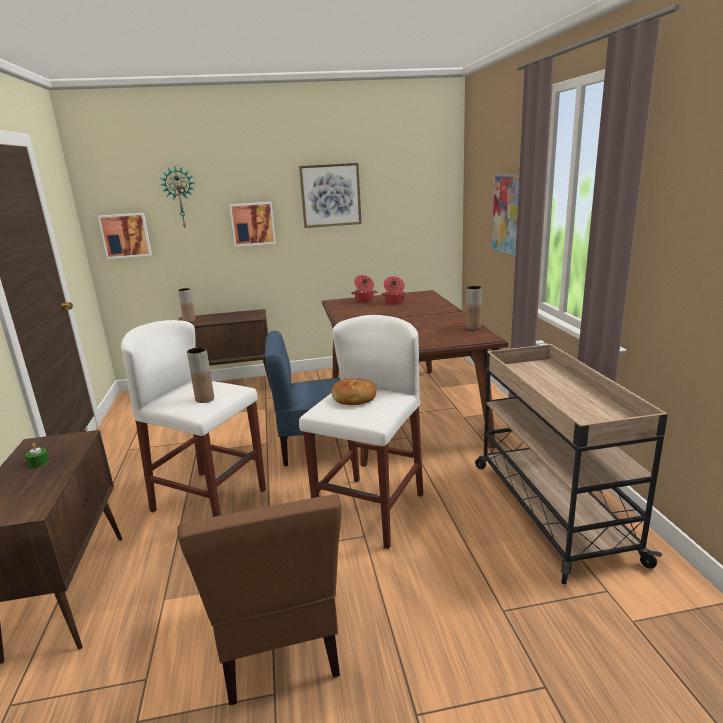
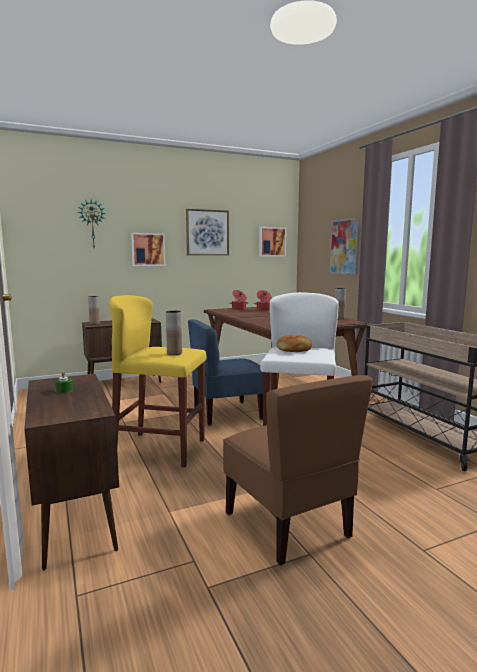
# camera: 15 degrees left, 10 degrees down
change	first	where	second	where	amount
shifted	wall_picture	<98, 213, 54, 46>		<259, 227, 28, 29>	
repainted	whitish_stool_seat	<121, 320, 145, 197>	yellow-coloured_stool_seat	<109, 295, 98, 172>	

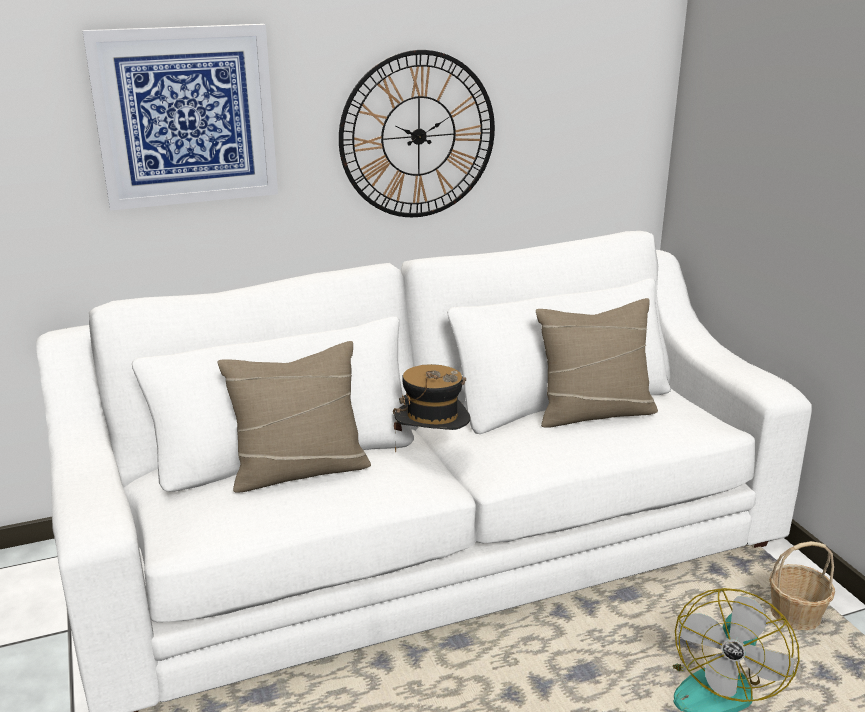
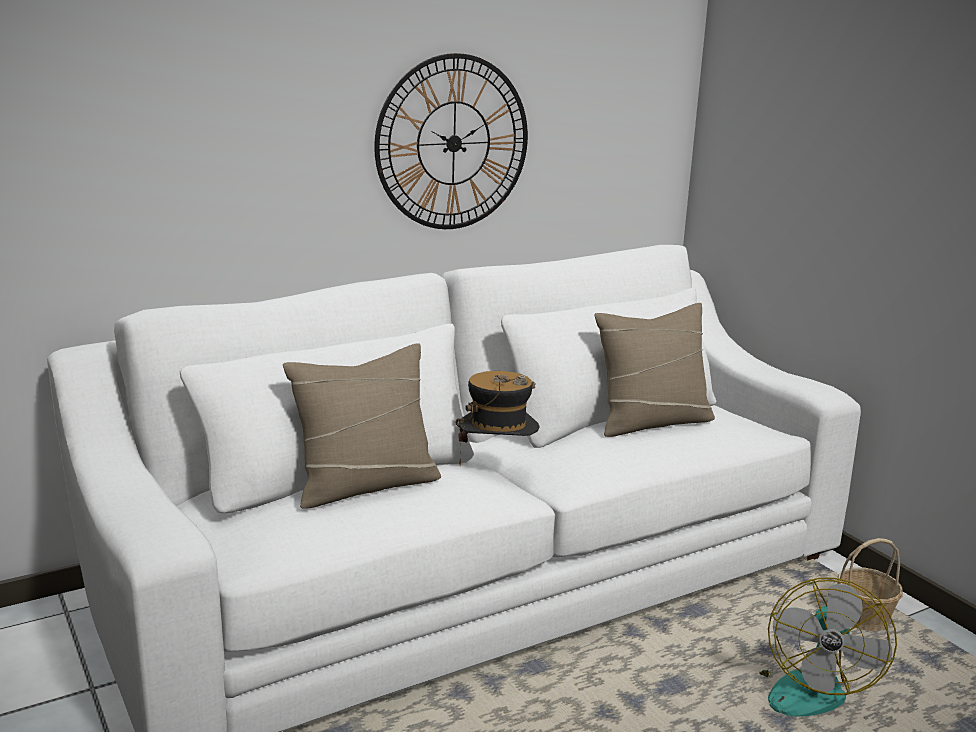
# camera: 10 degrees left, 5 degrees down
change	first	where	second	where	amount
gone	wall_picture	<82, 24, 196, 186>			

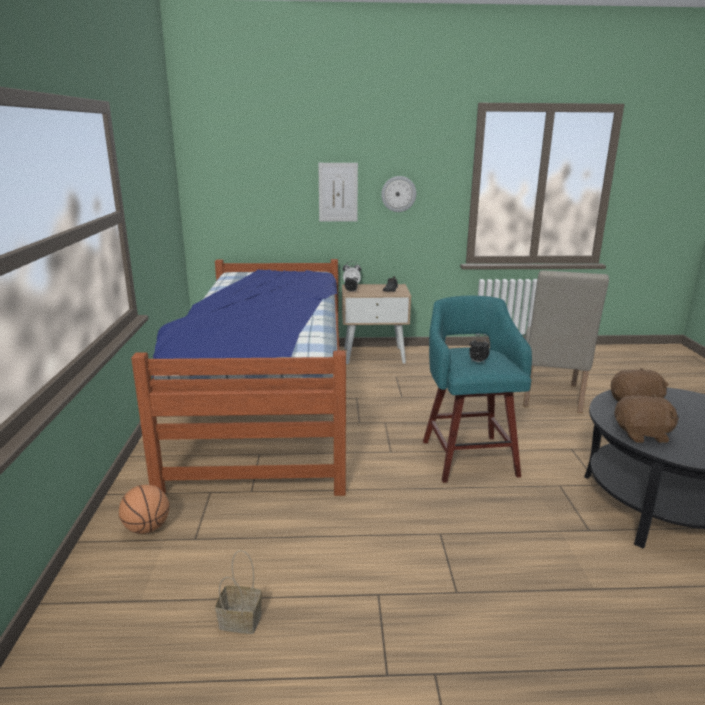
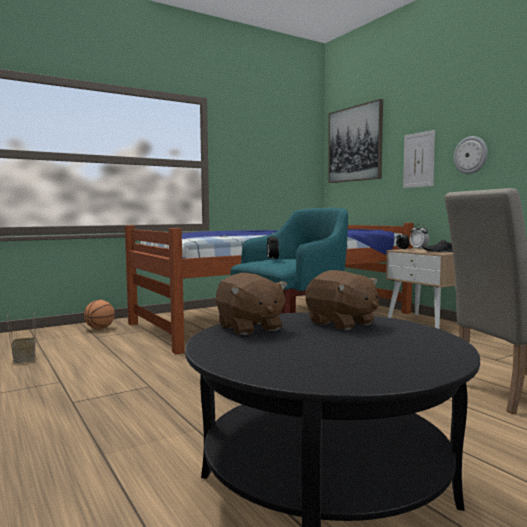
# camera: 60 degrees right, 15 degrees down
change	first	where	second	where	amount
new			wall_picture	<328, 99, 55, 84>	

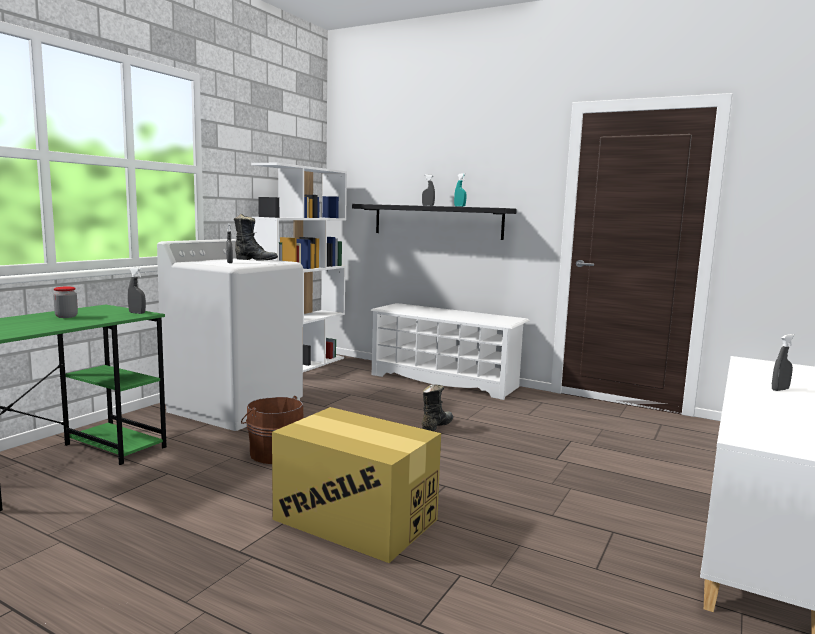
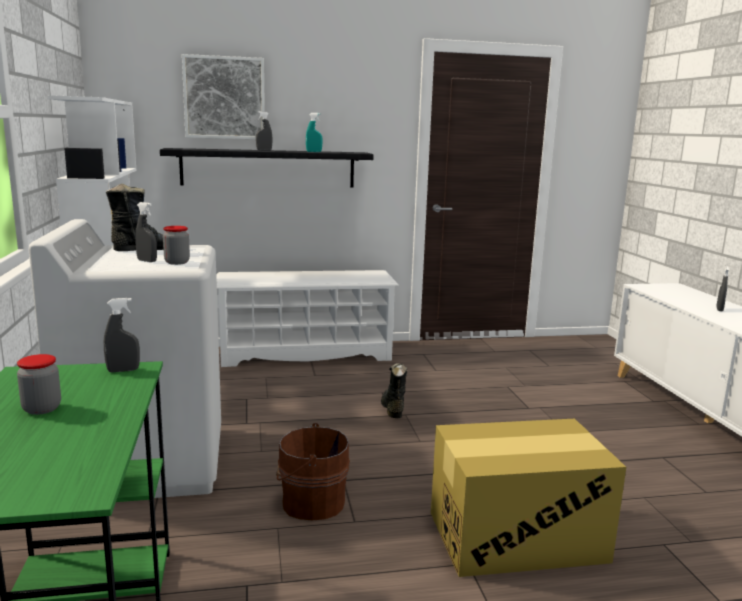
# camera: 40 degrees left, 5 degrees up
change	first	where	second	where	amount
new			wall_picture	<182, 54, 83, 85>	
new			preserve_jar	<163, 226, 27, 39>	

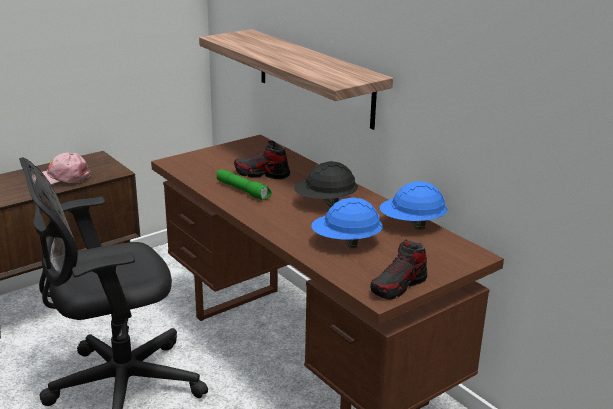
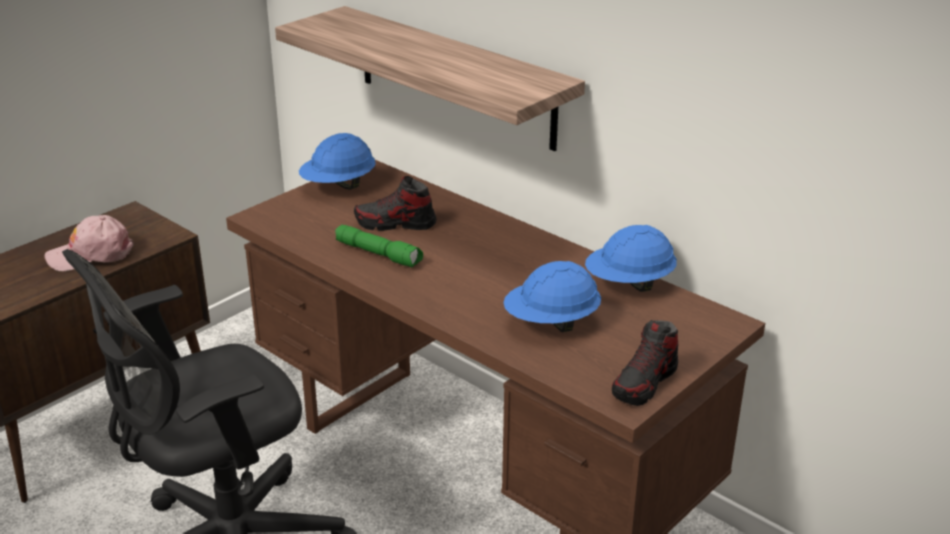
# camera: 10 degrees left, 5 degrees up
change	first	where	second	where	amount
gone	black_work_helmet	<294, 161, 64, 46>			
new			blue_work_helmet	<299, 133, 77, 57>	

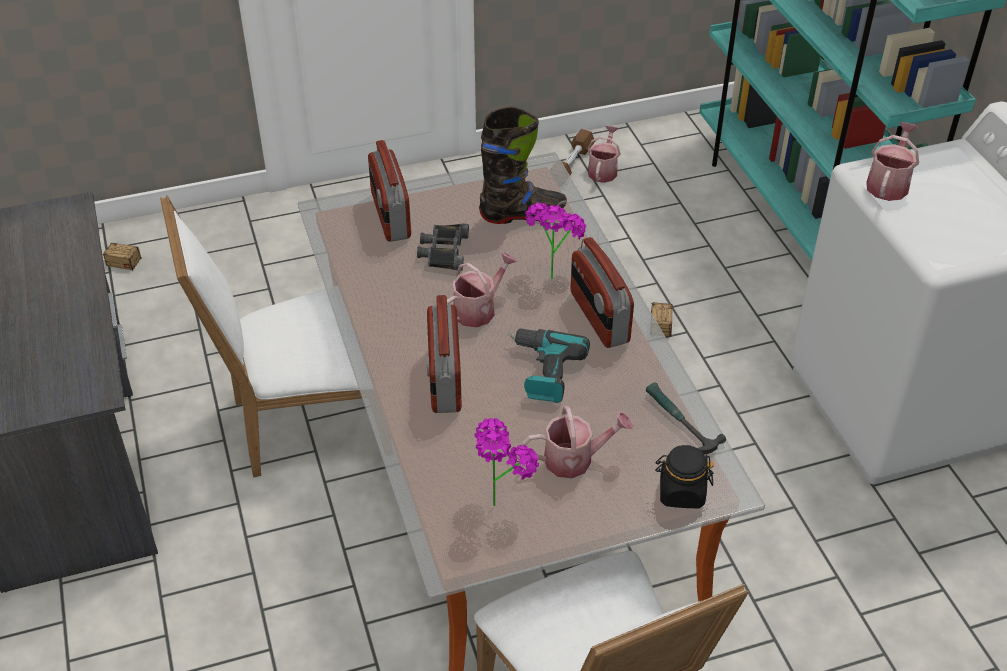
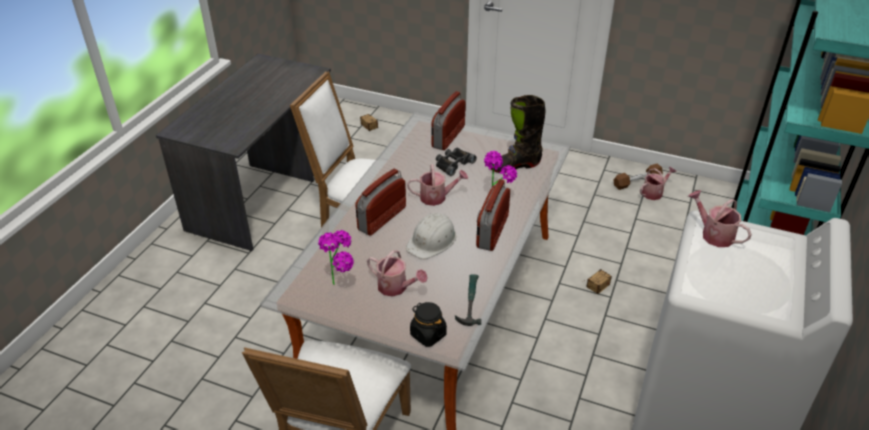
# camera: 40 degrees right, 5 degrees down
change	first	where	second	where	amount
rotated	black_tall_boot	<479, 106, 88, 118>		<488, 95, 58, 78>	135 degrees clockwise
rotated	watering_can	<866, 122, 53, 79>		<688, 190, 64, 57>	105 degrees counterclockwise
swapped	electric_drill	<508, 328, 82, 75>	whitish_work_helmet	<406, 213, 50, 46>	

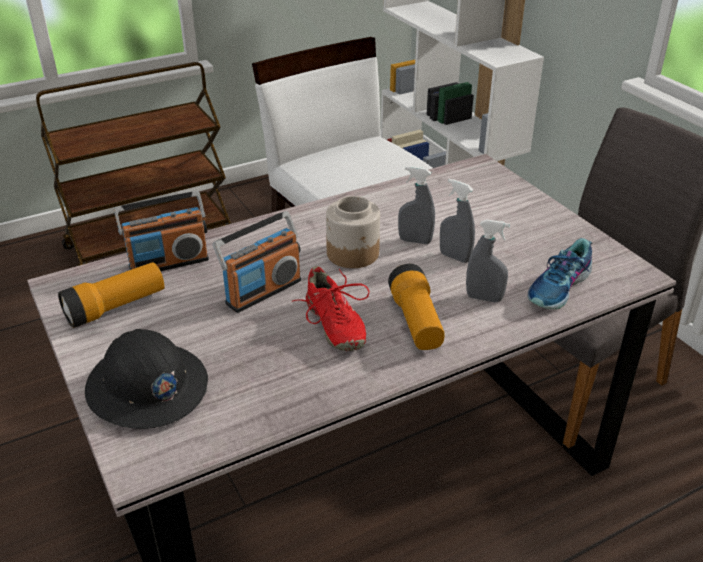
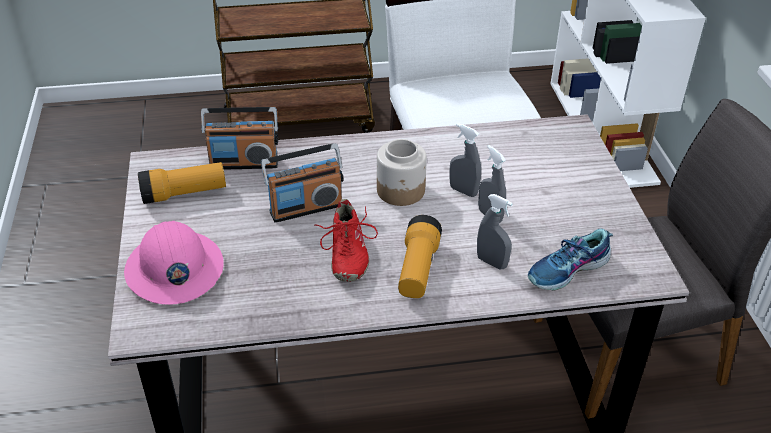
# camera: 20 degrees right, 5 degrees up
change	first	where	second	where	amount
repainted	black_work_helmet	<85, 329, 123, 100>	pink_work_helmet	<124, 221, 100, 84>	

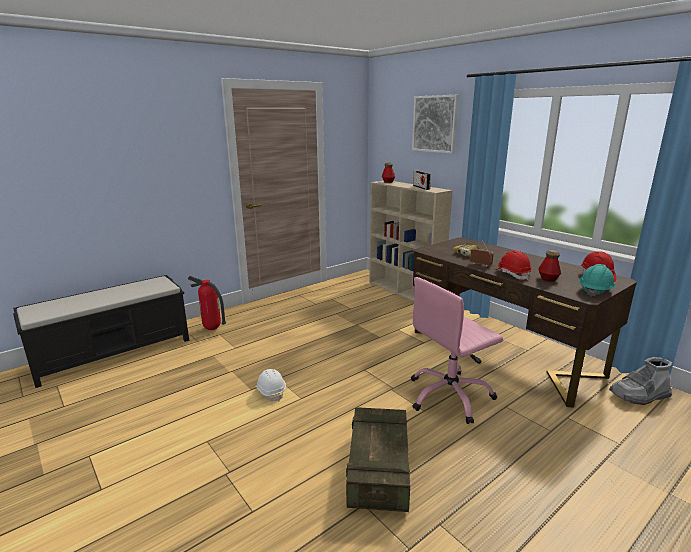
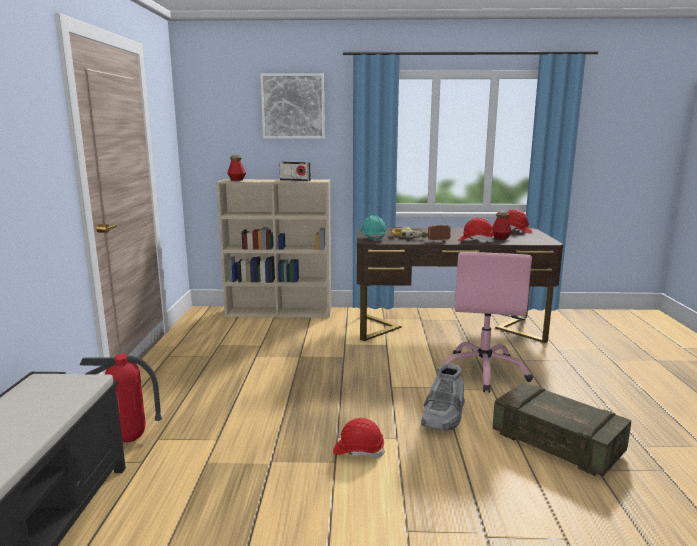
# camera: 50 degrees left, 5 degrees down
change	first	where	second	where	amount
shifted	turquoise-coloured_work_helmet	<579, 264, 36, 33>		<360, 215, 27, 27>	
shifted	greyish_tall_boot	<609, 357, 63, 48>		<421, 363, 44, 68>	
repainted	whitish_work_helmet	<256, 369, 30, 32>	red_work_helmet	<333, 418, 52, 40>	

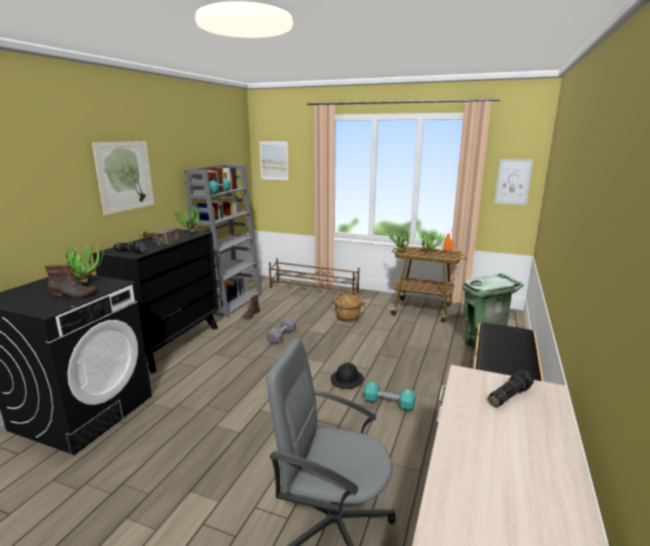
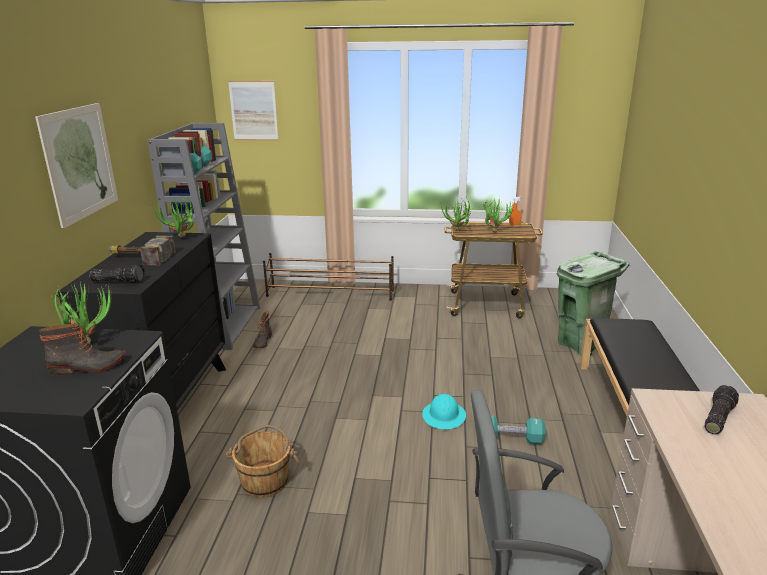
# camera: 15 degrees left, 5 degrees up
change	first	where	second	where	amount
gone	wall_picture	<494, 159, 39, 46>			
shifted	brown-coloured_bucket	<331, 291, 35, 31>		<225, 425, 74, 73>	
gone	greyish_hand_weight	<267, 317, 29, 27>			
repainted	black_work_helmet	<331, 363, 33, 26>	turquoise-coloured_work_helmet	<422, 394, 44, 35>	

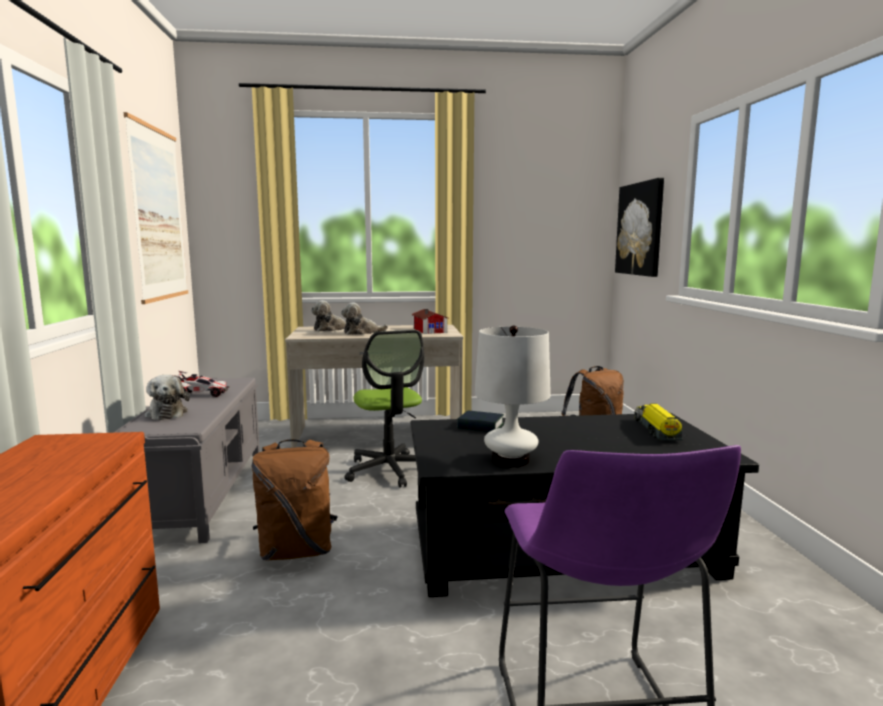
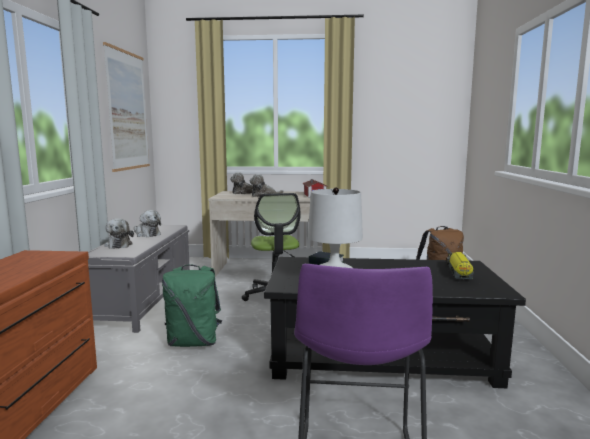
# camera: 10 degrees right, 0 degrees up
change	first	where	second	where	amount
gone	wall_picture	<615, 178, 49, 99>			
swapped	model_car	<173, 371, 57, 26>	plush_toy	<134, 210, 27, 27>	
repainted	brown-coloured_rucksack	<251, 439, 87, 122>	green-coloured_rucksack	<162, 265, 60, 82>	

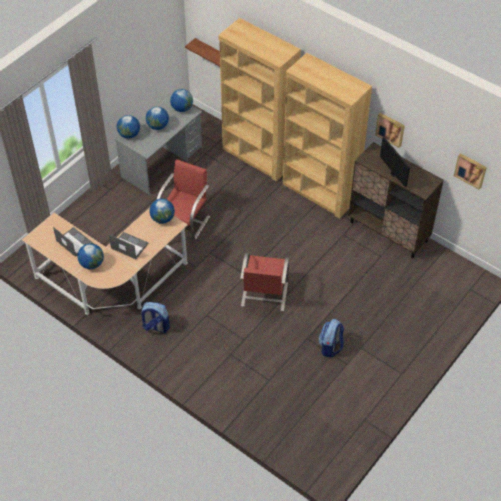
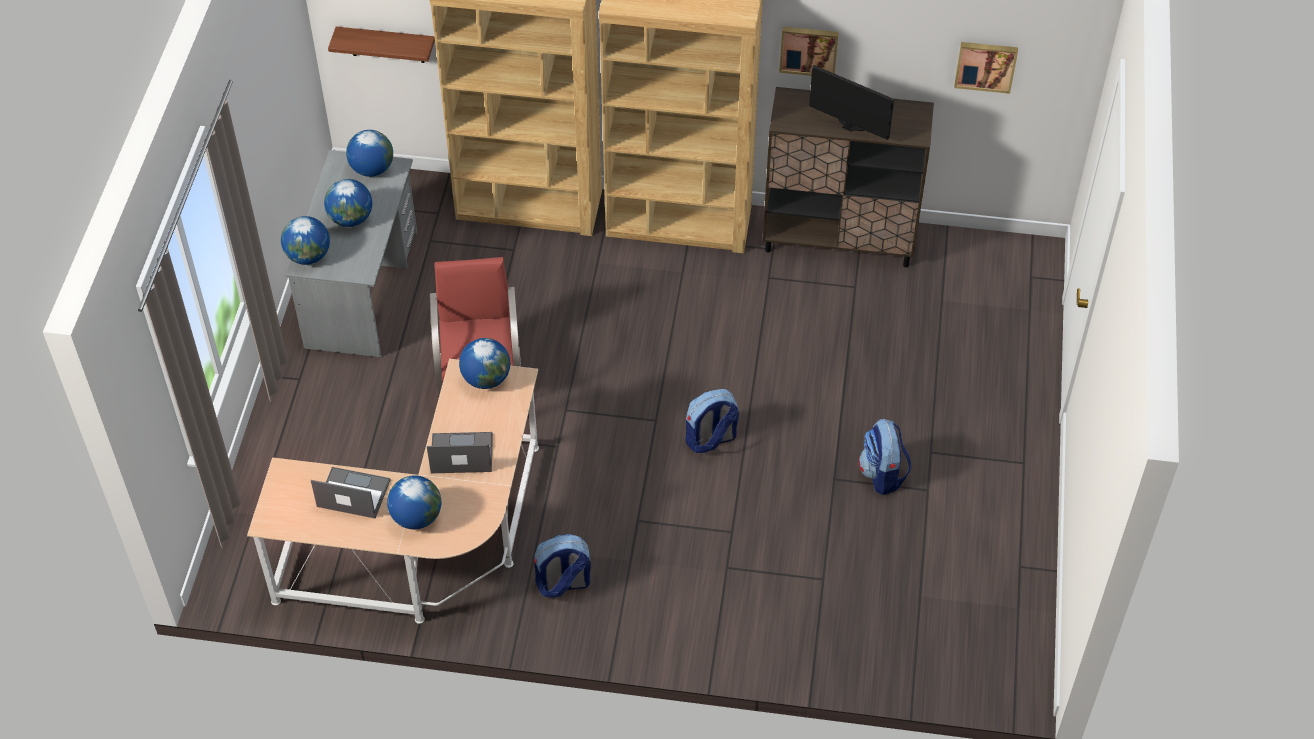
# camera: 30 degrees left, 0 degrees up
change	first	where	second	where	amount
swapped	red_upright_chair	<240, 253, 49, 58>	rucksack	<685, 389, 54, 64>	

